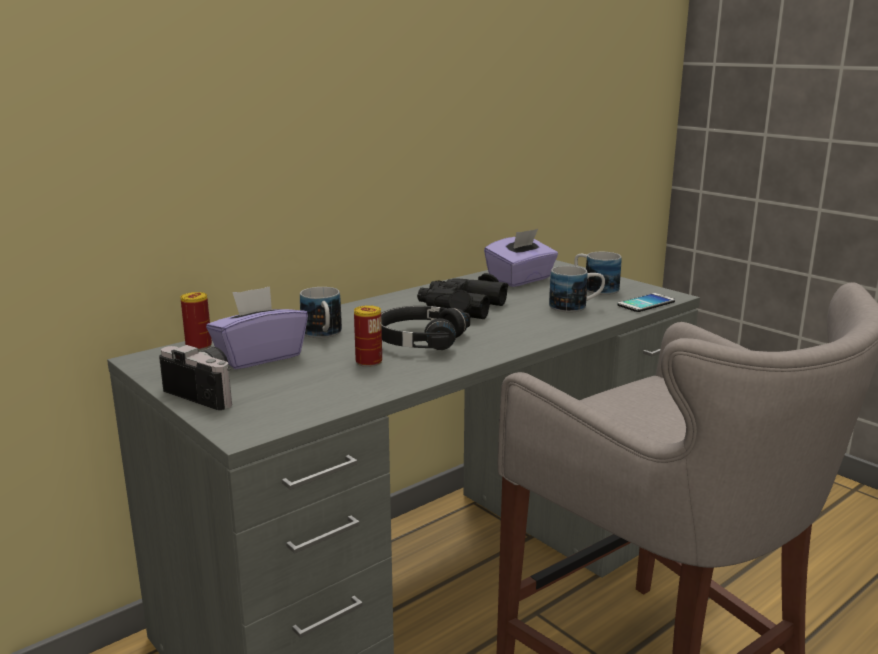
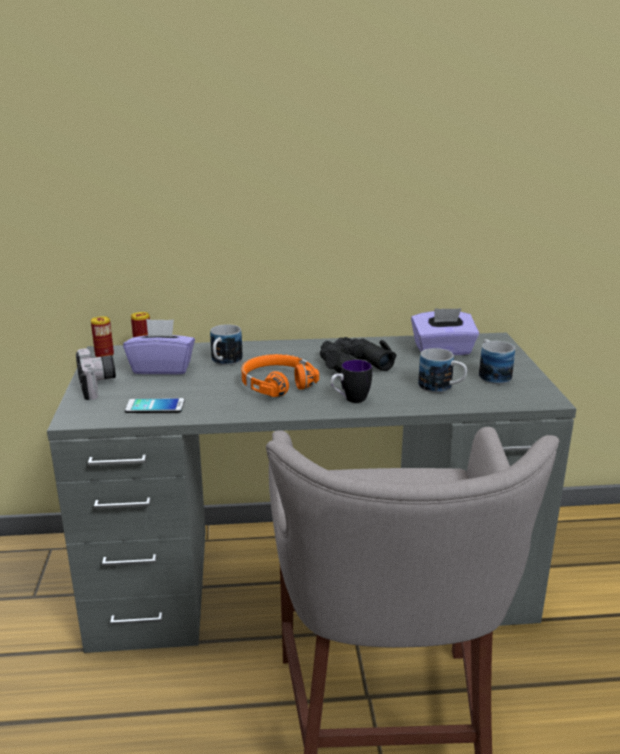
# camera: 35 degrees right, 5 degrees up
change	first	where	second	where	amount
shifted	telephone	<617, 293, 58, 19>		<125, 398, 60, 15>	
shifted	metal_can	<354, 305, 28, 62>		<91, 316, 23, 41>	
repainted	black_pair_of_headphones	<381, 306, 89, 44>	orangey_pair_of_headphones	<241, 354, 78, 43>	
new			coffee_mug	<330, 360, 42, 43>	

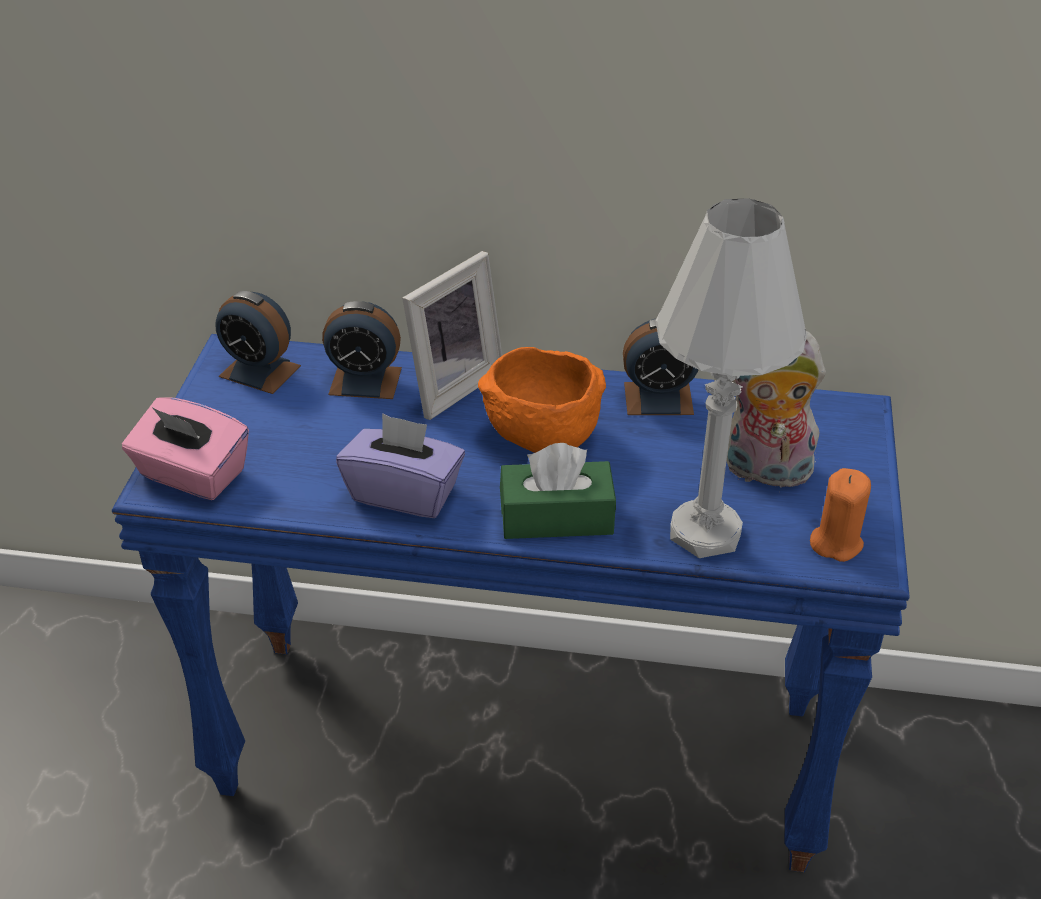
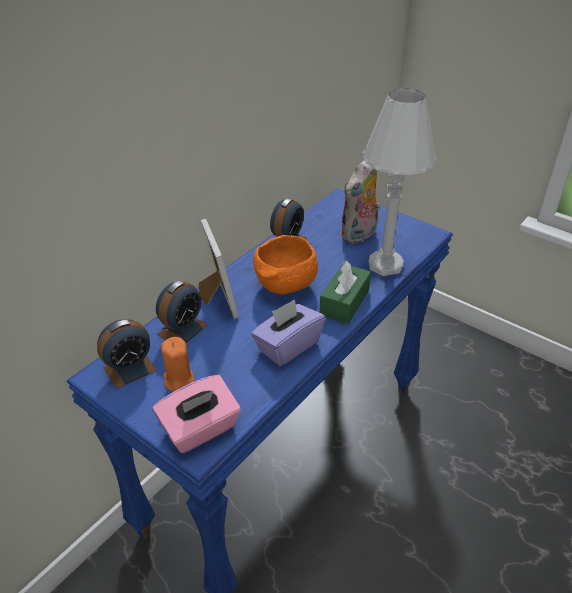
# camera: 60 degrees left, 0 degrees up
change	first	where	second	where	amount
shifted	orangey_candle	<810, 468, 61, 94>		<161, 337, 33, 55>	

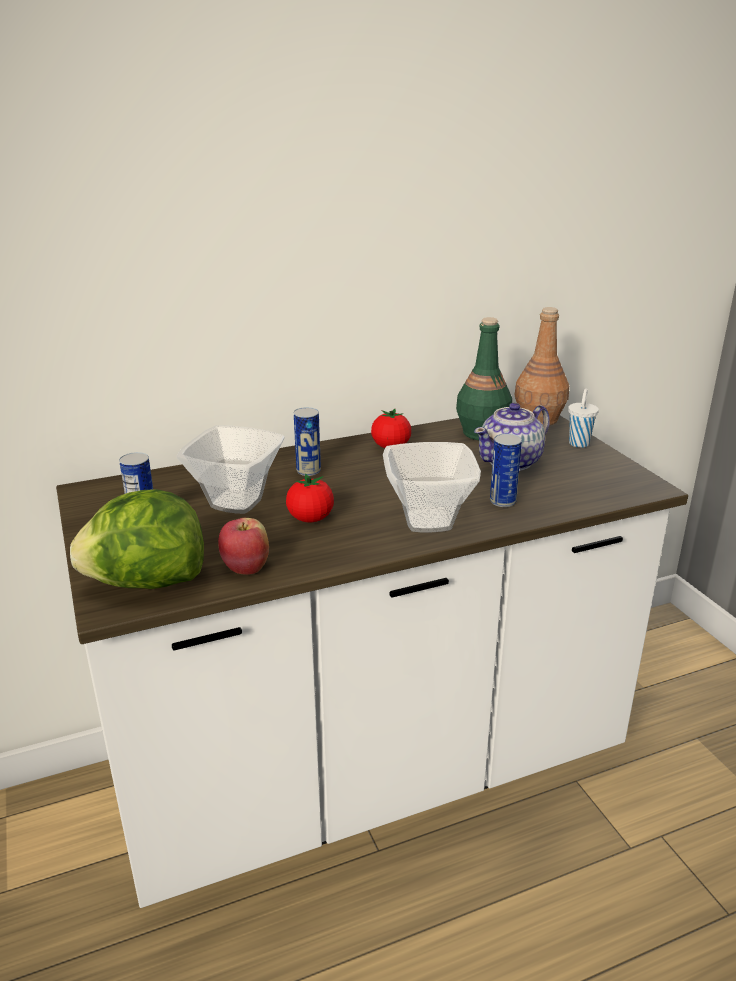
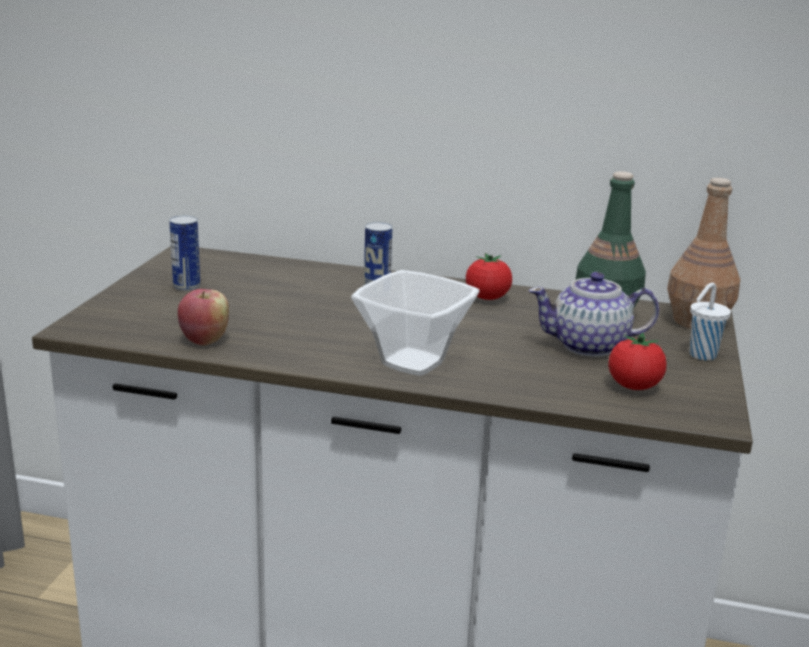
# camera: 35 degrees right, 5 degrees down
change	first	where	second	where	amount
gone	serving_bowl	<176, 425, 108, 89>			
gone	metal_can	<490, 433, 32, 74>			
shifted	tomato	<286, 474, 48, 49>		<608, 333, 58, 57>	
gone	lettuce	<70, 489, 134, 100>			

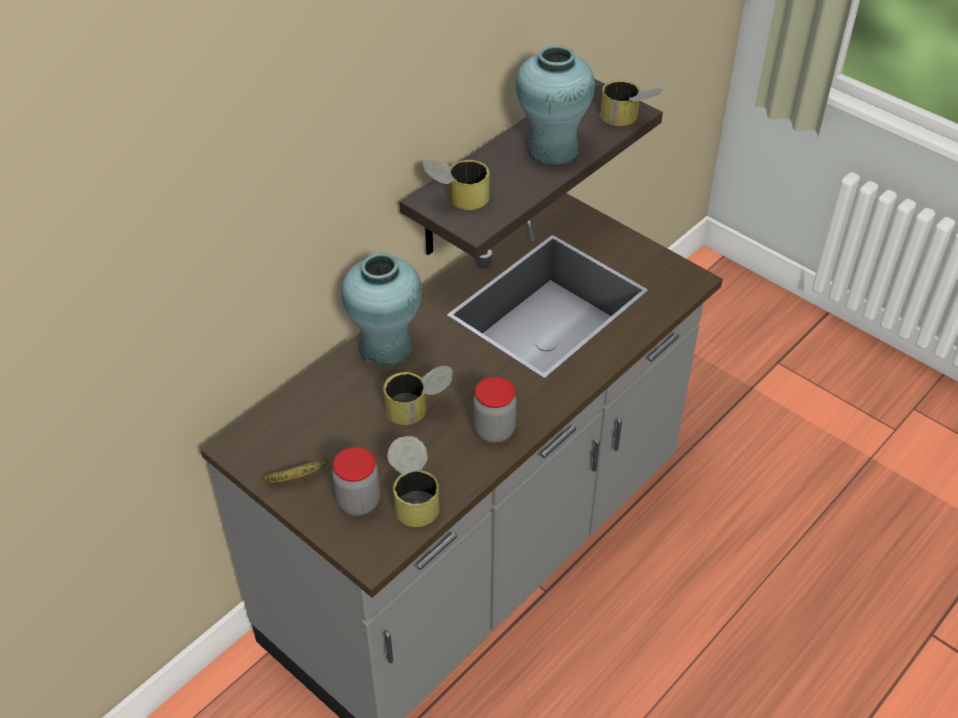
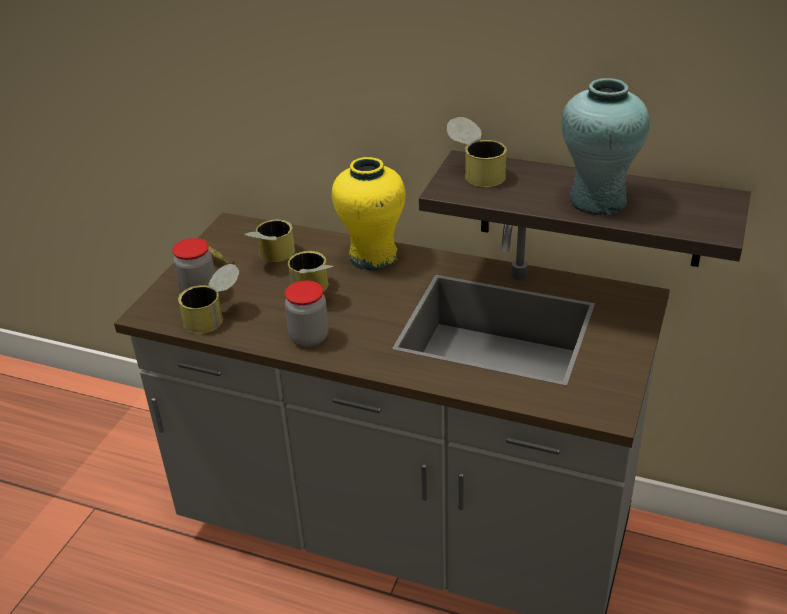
# camera: 70 degrees right, 10 degrees down
change	first	where	second	where	amount
shifted	metal_can	<600, 80, 62, 46>		<245, 219, 50, 43>	
repainted	turquoise-coloured_vase	<341, 253, 81, 114>	yellow-coloured_vase	<332, 157, 74, 113>	

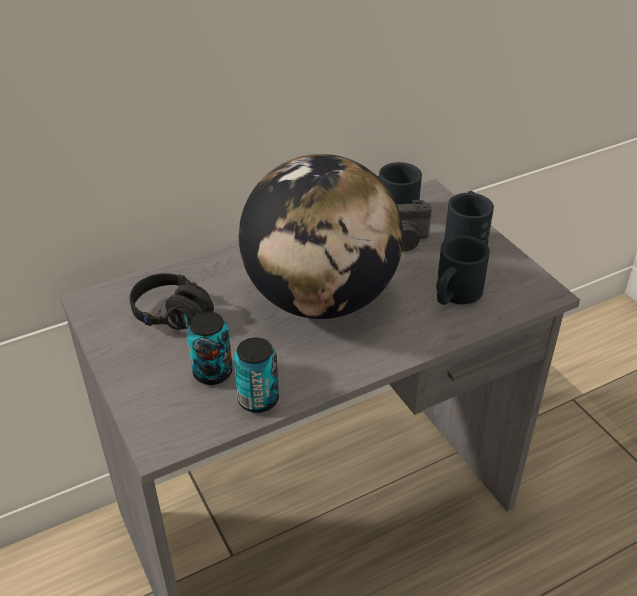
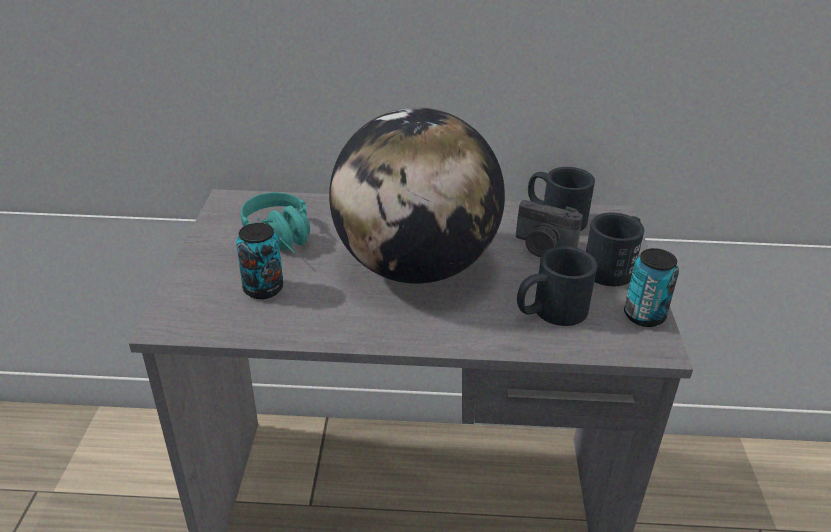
# camera: 30 degrees right, 5 degrees down
change	first	where	second	where	amount
repainted	black_pair_of_headphones	<130, 273, 84, 57>	turquoise-coloured_pair_of_headphones	<241, 192, 69, 62>	
shifted	metal_can	<234, 337, 45, 76>		<624, 248, 55, 79>	

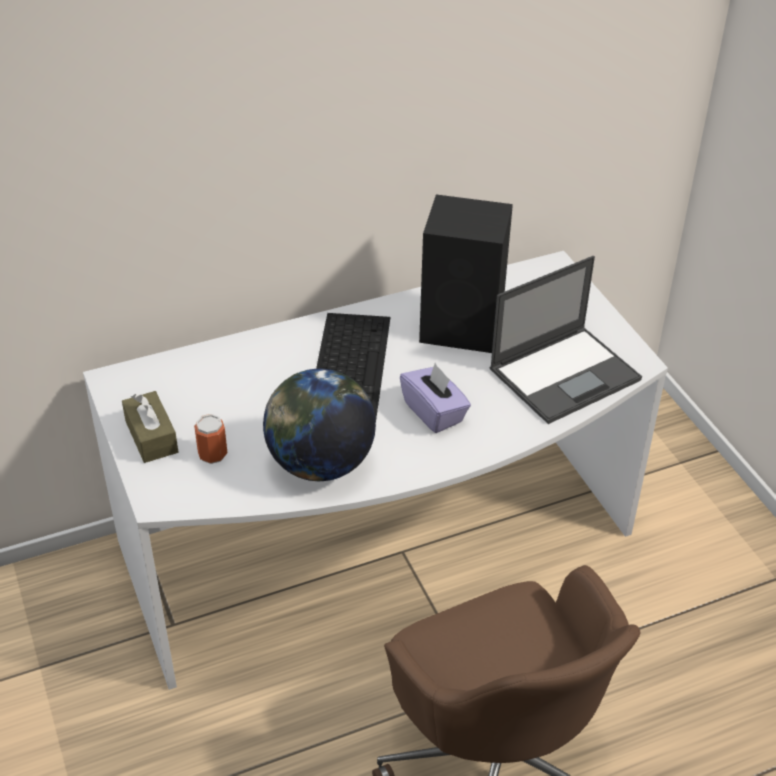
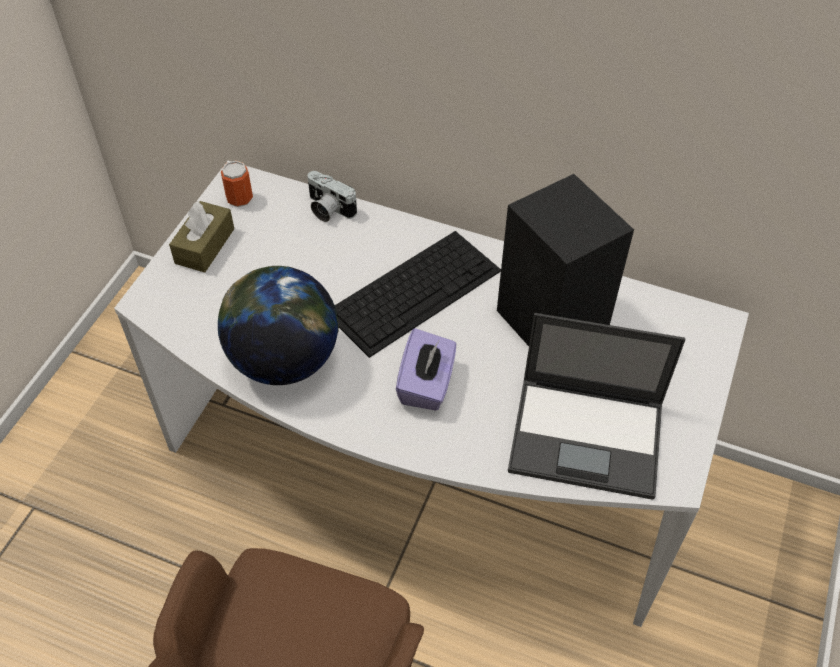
# camera: 45 degrees right, 10 degrees up
change	first	where	second	where	amount
shifted	metal_can	<194, 414, 33, 50>		<221, 160, 32, 47>	
new			photo_camera	<307, 171, 50, 51>	

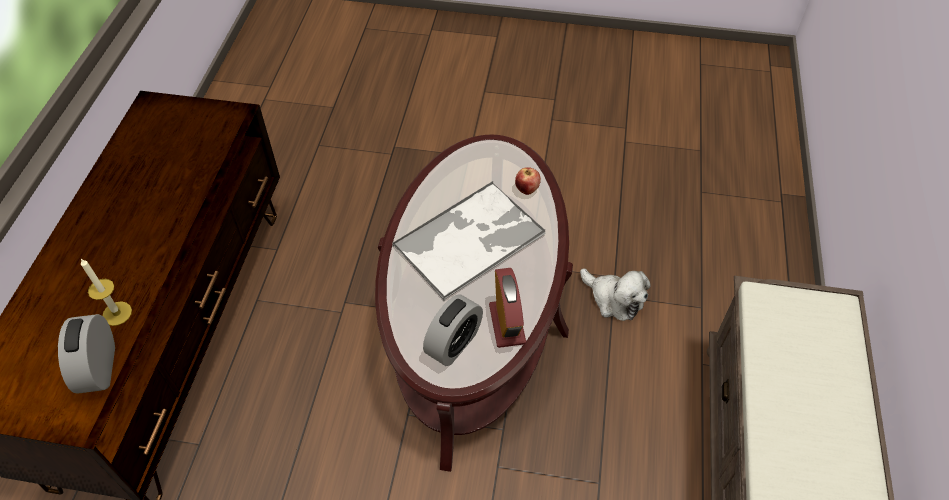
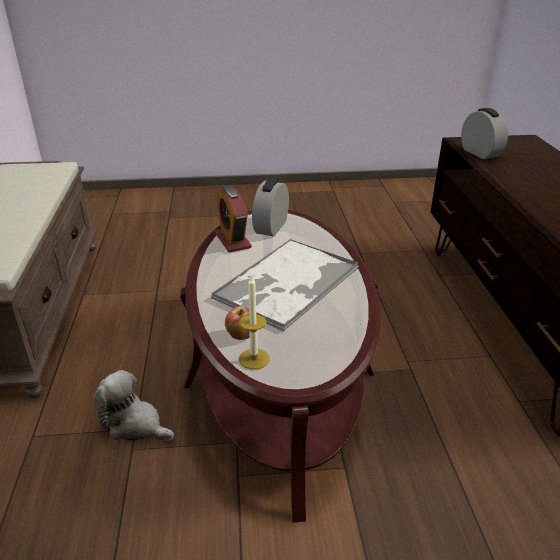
# camera: 165 degrees right, 20 degrees down
change	first	where	second	where	amount
shifted	candle	<81, 259, 51, 67>		<239, 274, 30, 95>	

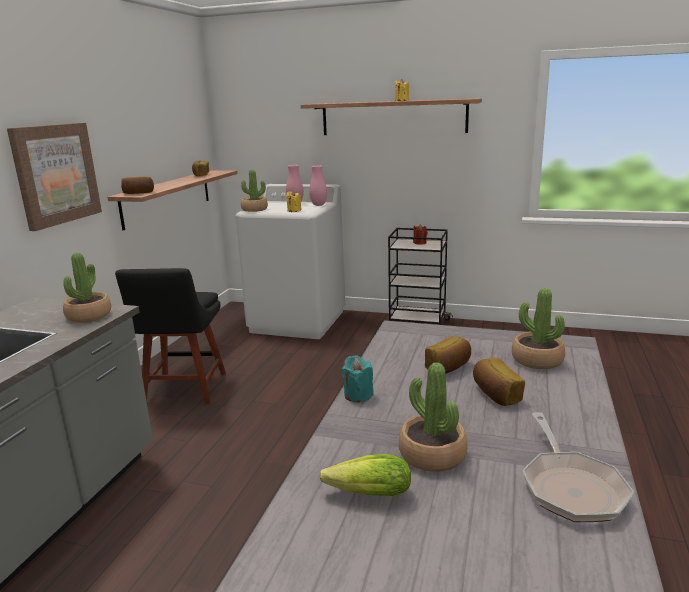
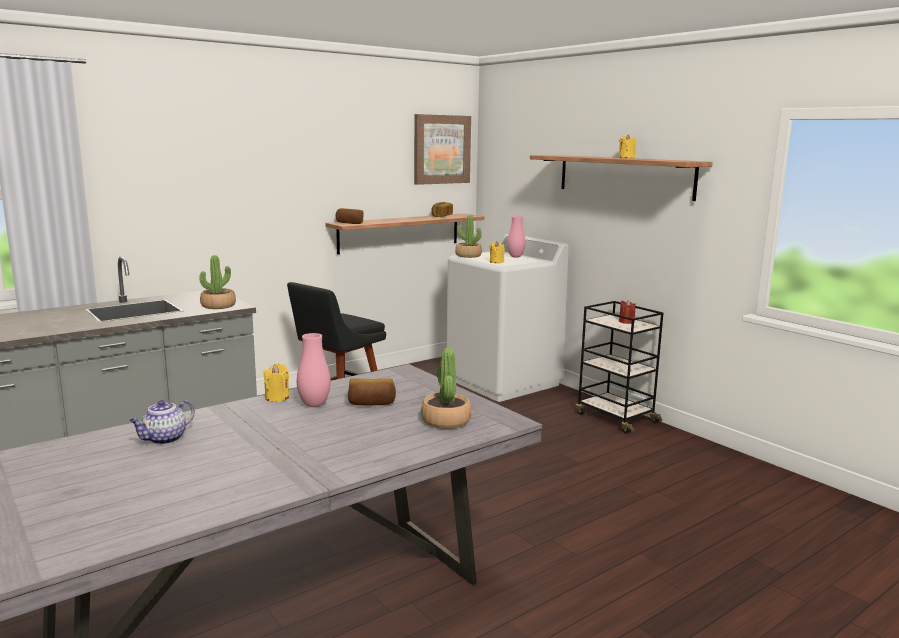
# camera: 35 degrees right, 5 degrees down
change	first	where	second	where	amount
shifted	wall_picture	<7, 123, 95, 108>		<414, 114, 57, 71>	
shifted	pink_vase	<309, 165, 18, 41>		<297, 333, 34, 74>	
repainted	turquoise-coloured_candle	<342, 355, 32, 47>	yellow-coloured_candle	<263, 364, 27, 38>	
gone	bread	<473, 357, 52, 49>			
gone	potted_plant	<399, 363, 69, 109>			
gone	skillet	<522, 412, 112, 110>			
swapped	lettuce	<319, 454, 92, 42>	teapot	<129, 400, 66, 44>	

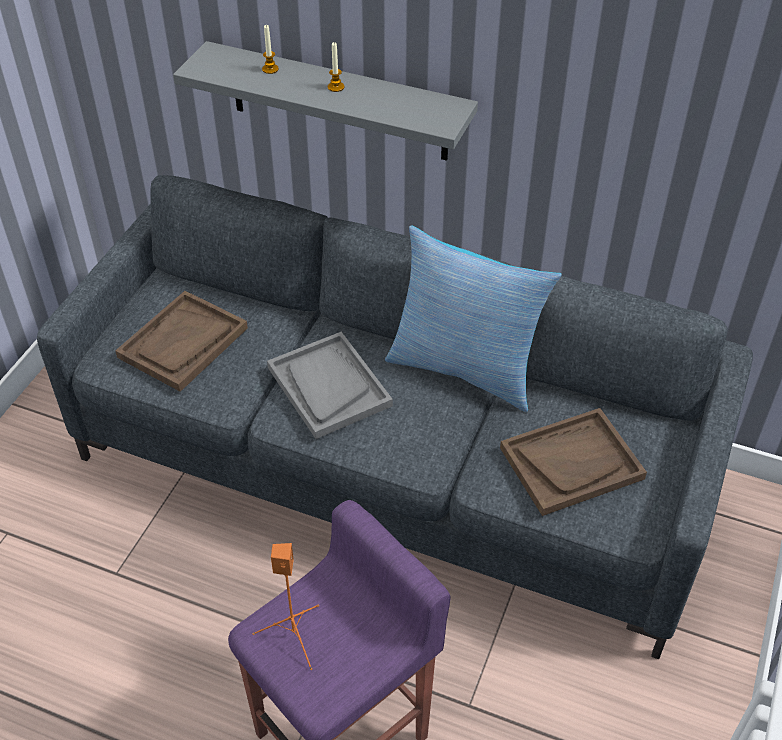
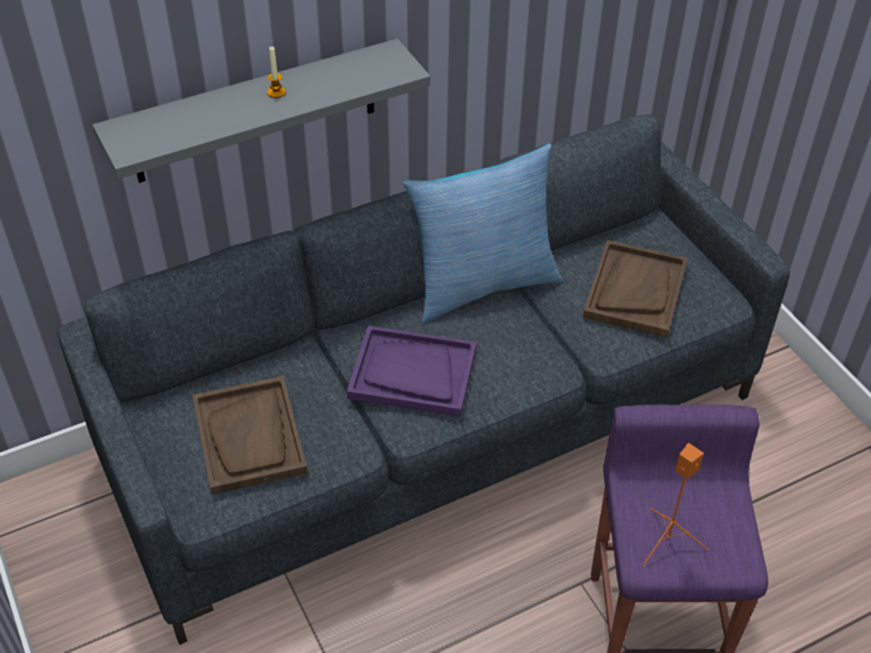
# camera: 50 degrees left, 0 degrees up
change	first	where	second	where	amount
gone	candle	<262, 25, 17, 49>			
repainted	greyish_tray	<267, 332, 126, 107>	purplish_tray	<347, 326, 130, 91>	

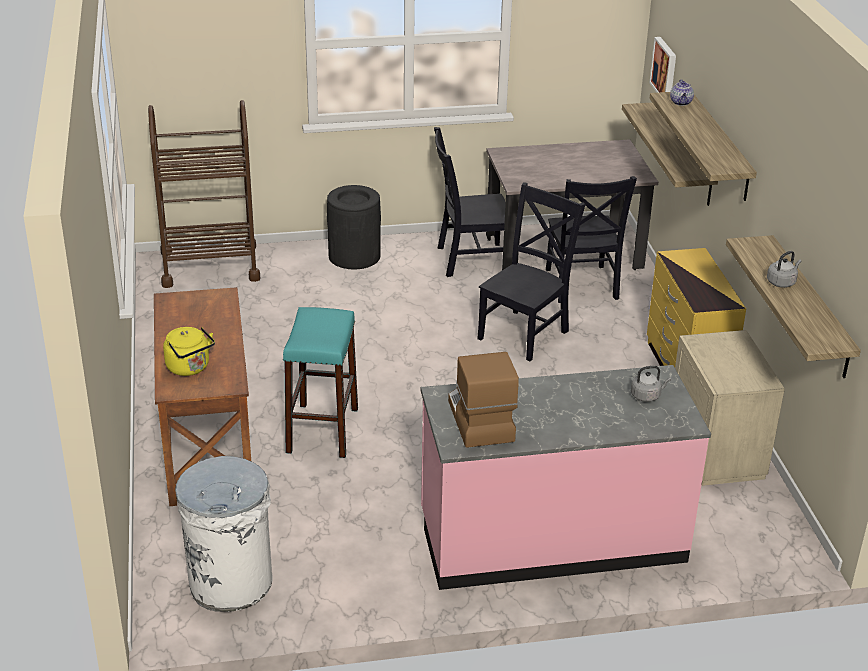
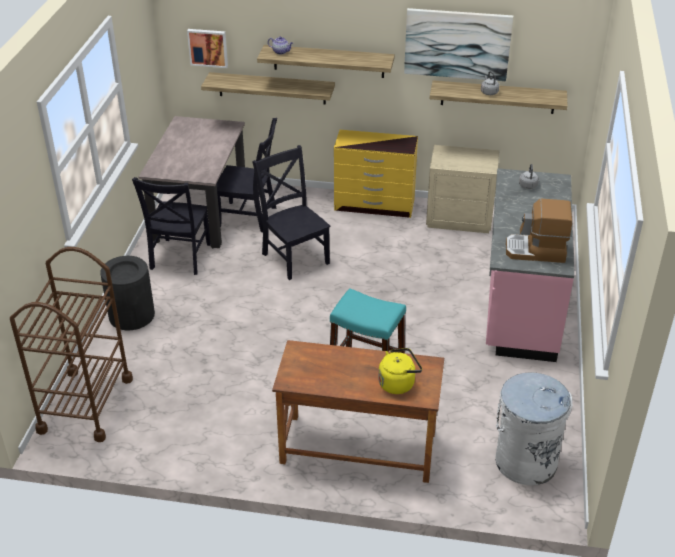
# camera: 70 degrees left, 5 degrees up
change	first	where	second	where	amount
new			wall_picture	<404, 8, 109, 73>	

